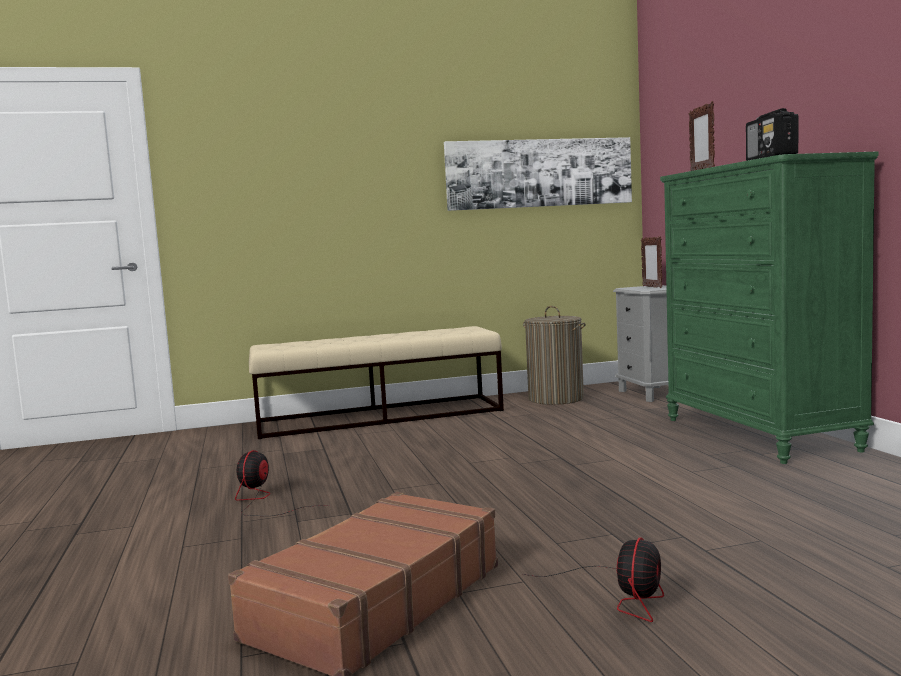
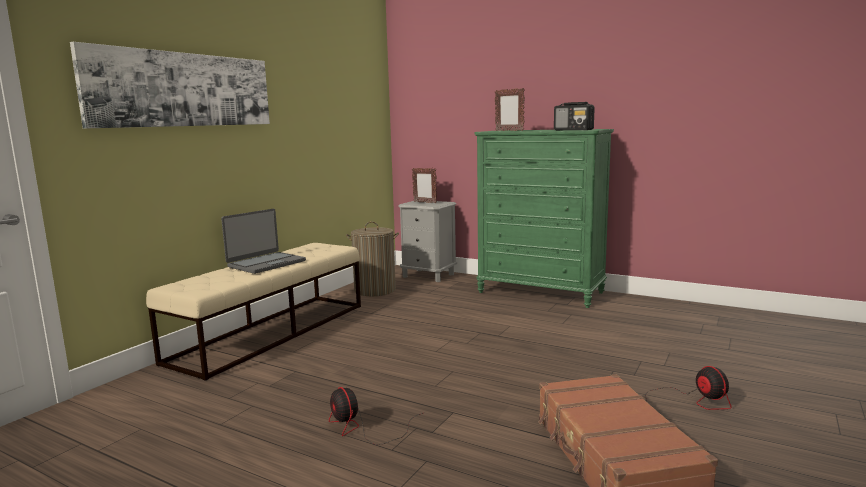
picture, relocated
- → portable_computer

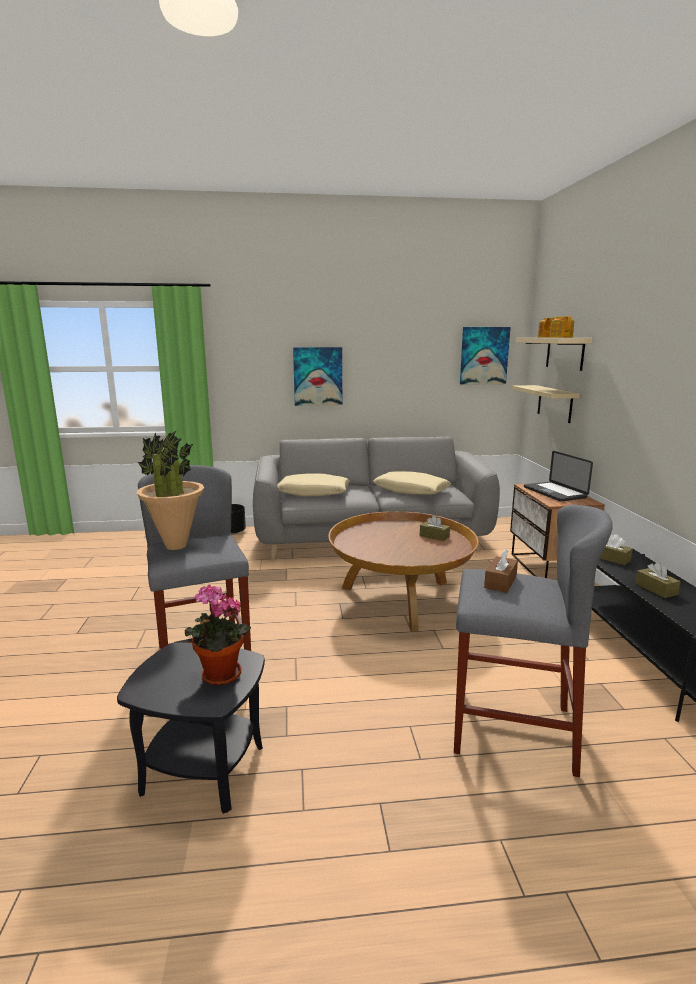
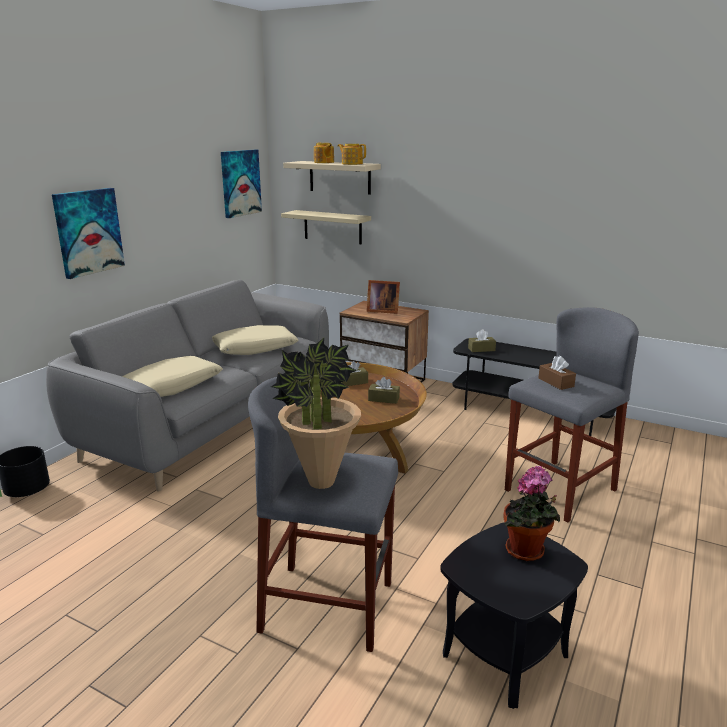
portable_computer → standing_frame
brown-coloured_tissue_holder (no. 4 from left in the first image) → brown-coloured_tissue_holder (no. 2 from left), relocated

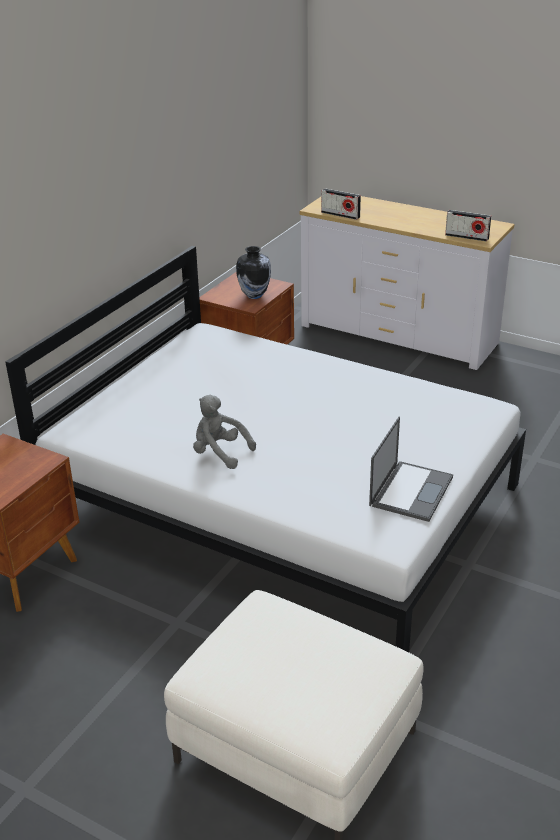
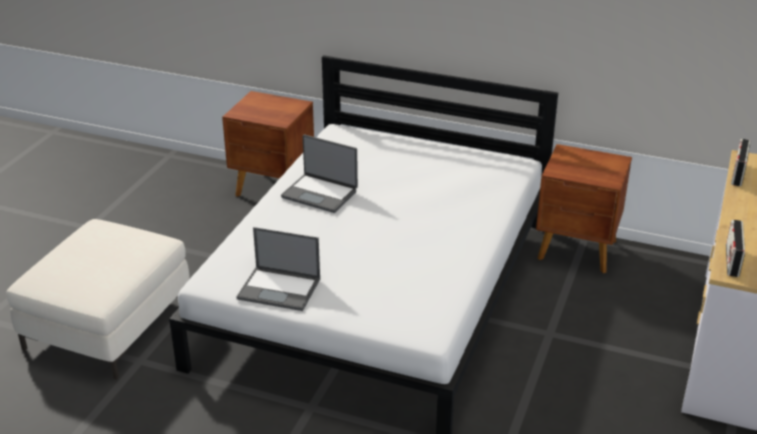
decorative_vase → -
greyish_soft_toy → portable_computer (no. 2 from left)

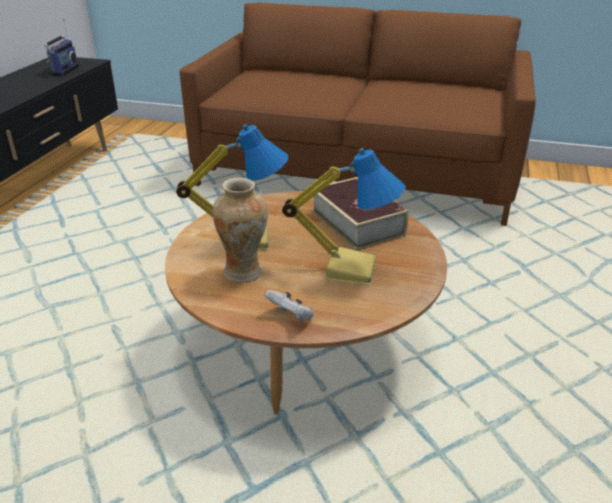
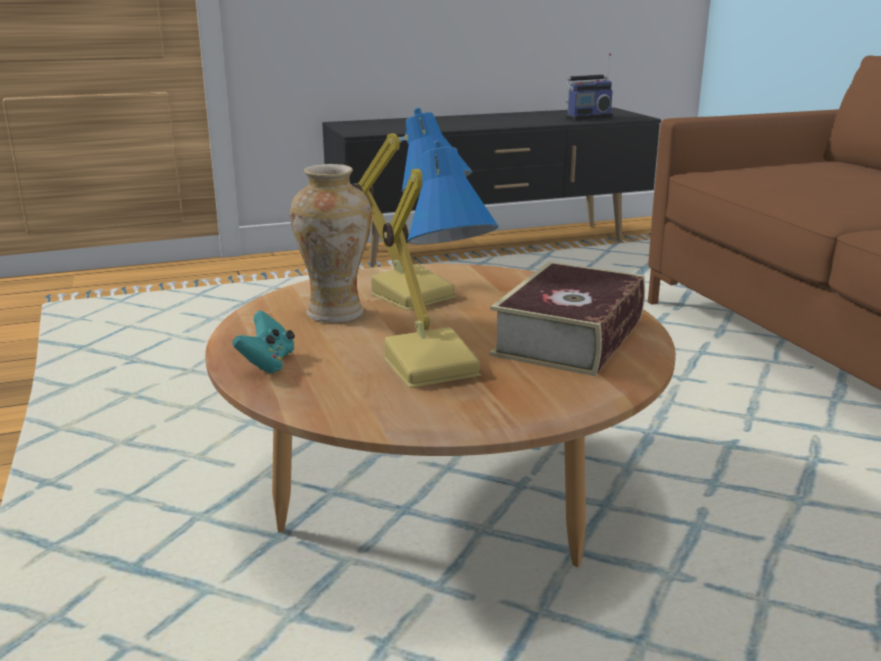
whitish_game_controller → turquoise-coloured_game_controller

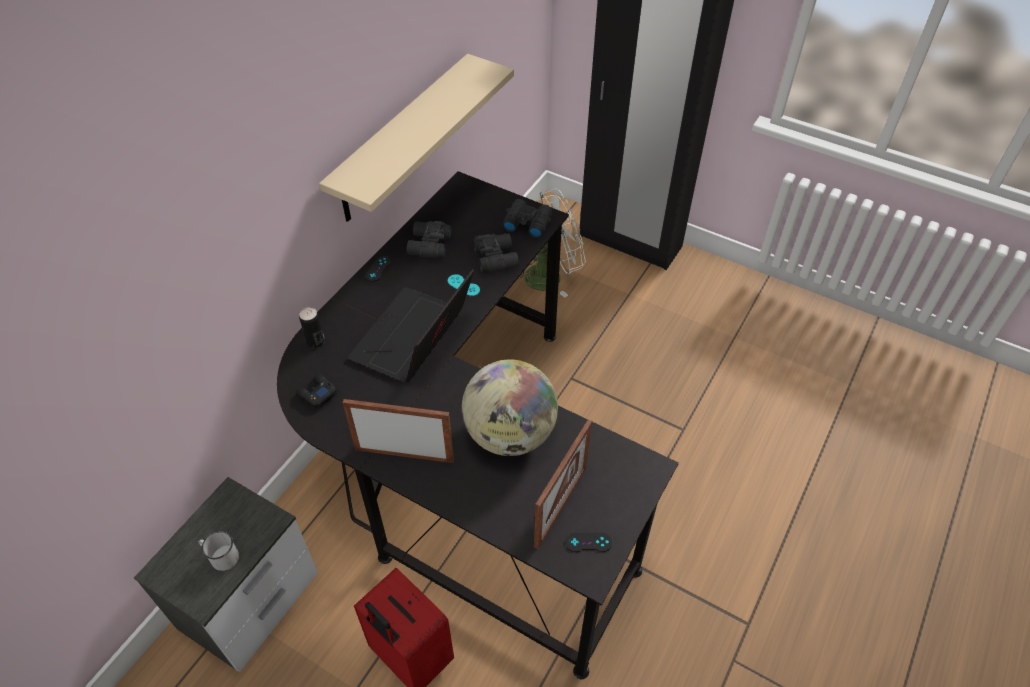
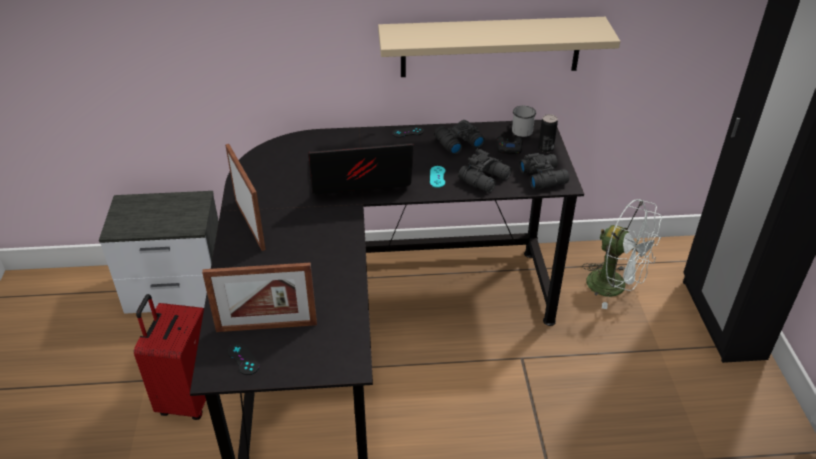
can, relocated
desk_globe → -
black_game_controller (no. 1 from left in the first image) → black_game_controller (no. 3 from left), relocated
whitish_tea_mug, relocated

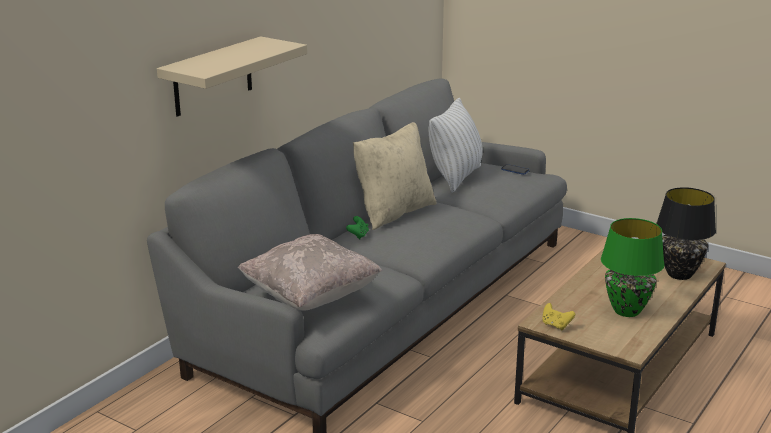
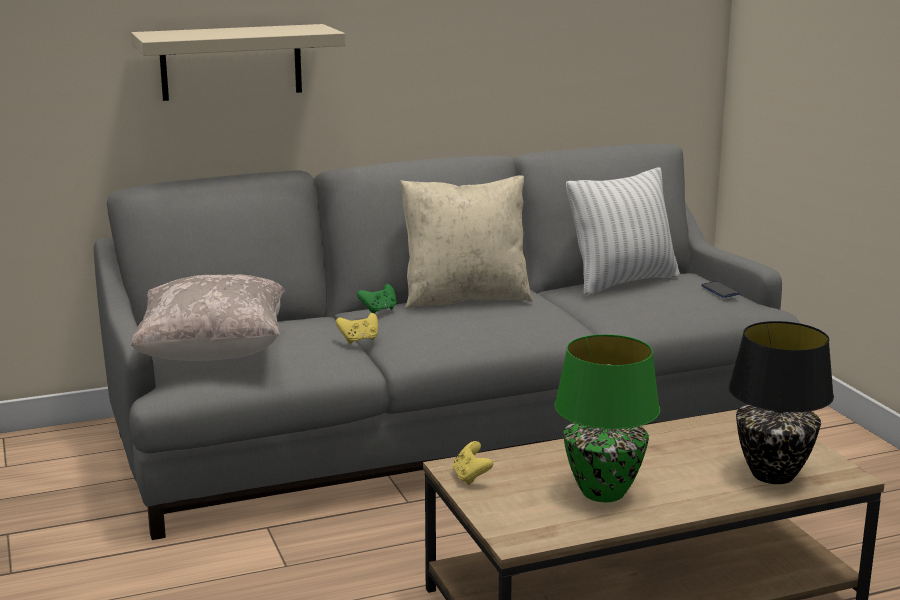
- → yellow_game_controller (no. 1 from left)

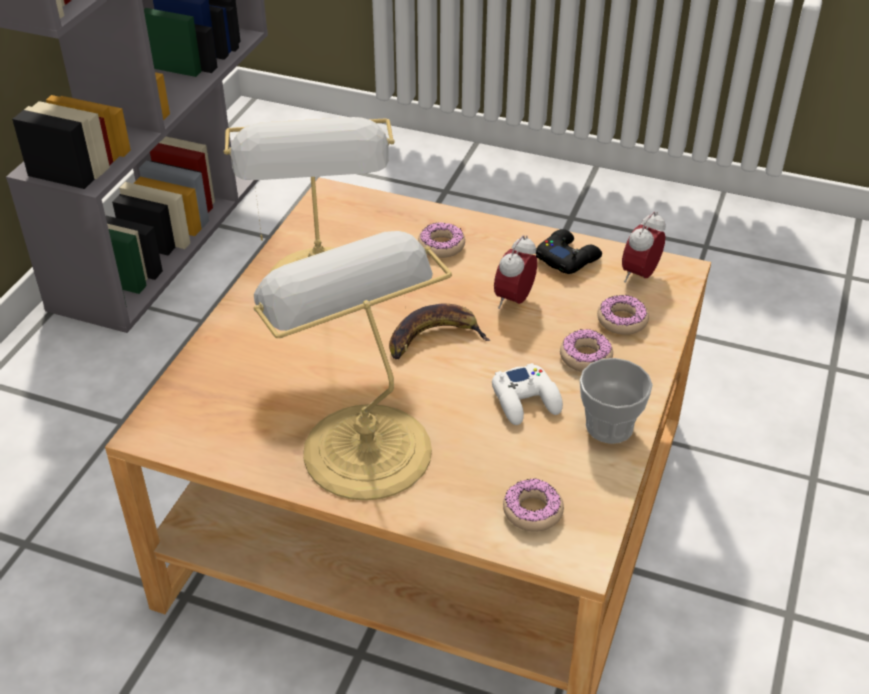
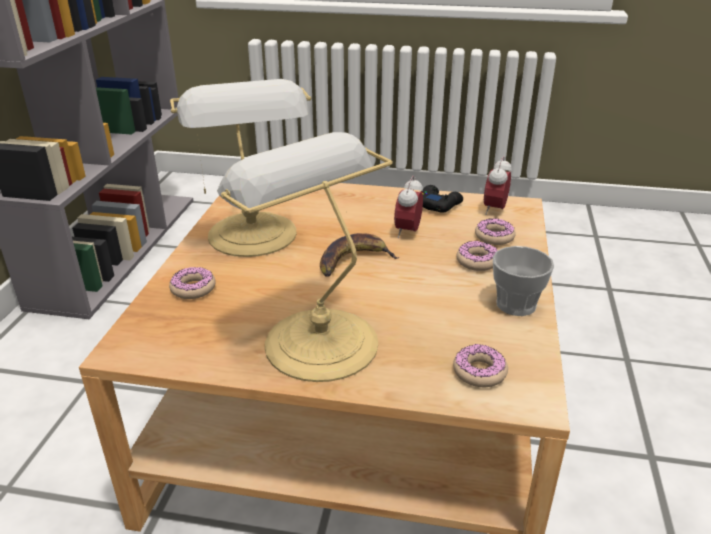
doughnut (no. 1 from left), relocated
whitish_game_controller → -

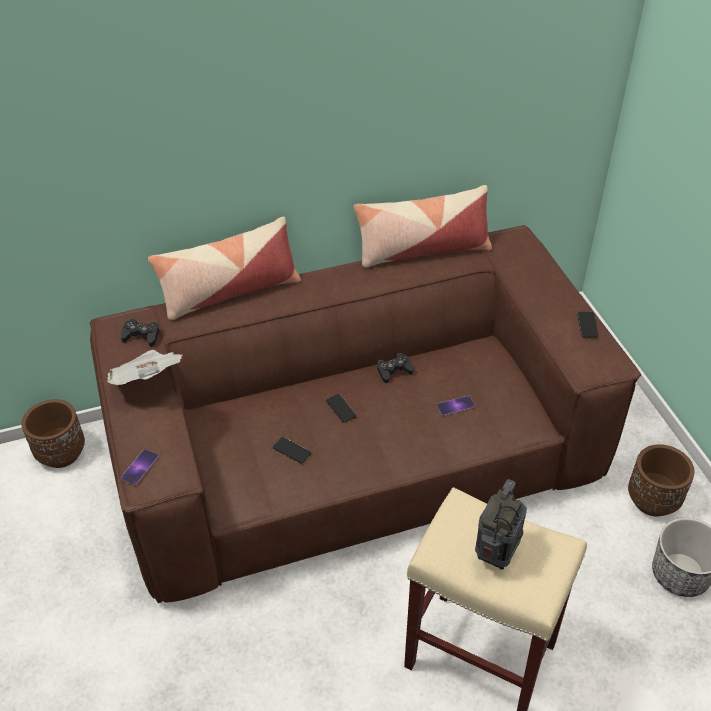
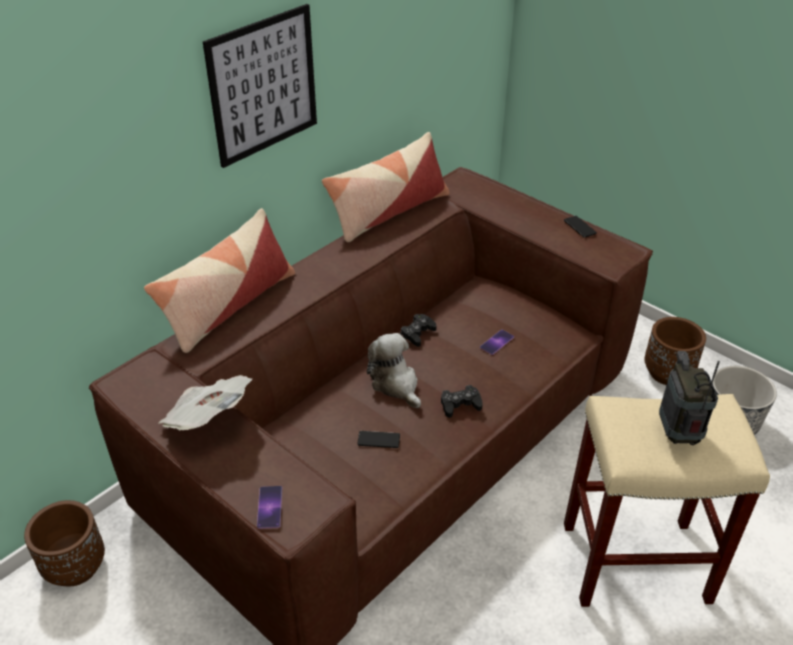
black_game_controller (no. 1 from left in the first image) → black_game_controller (no. 2 from left), relocated
handset (no. 3 from left) → soft_toy
- → picture

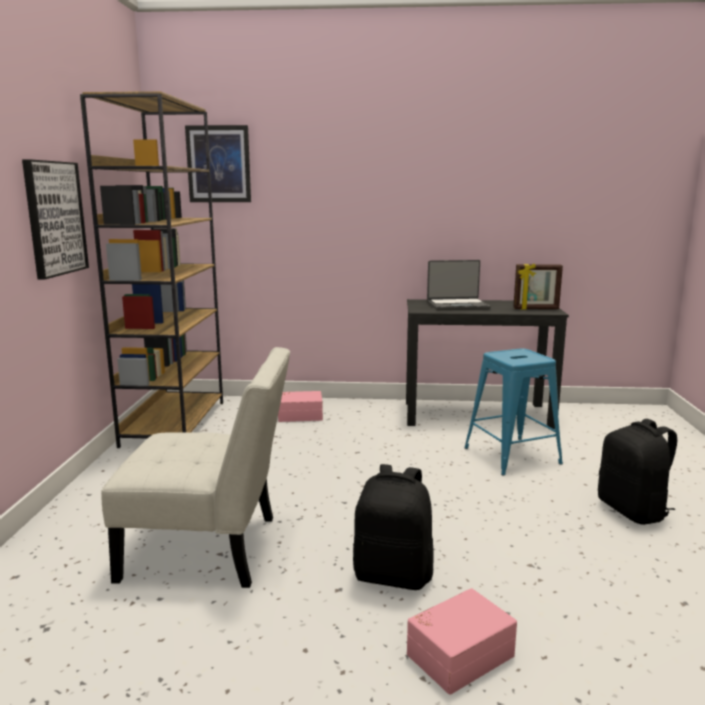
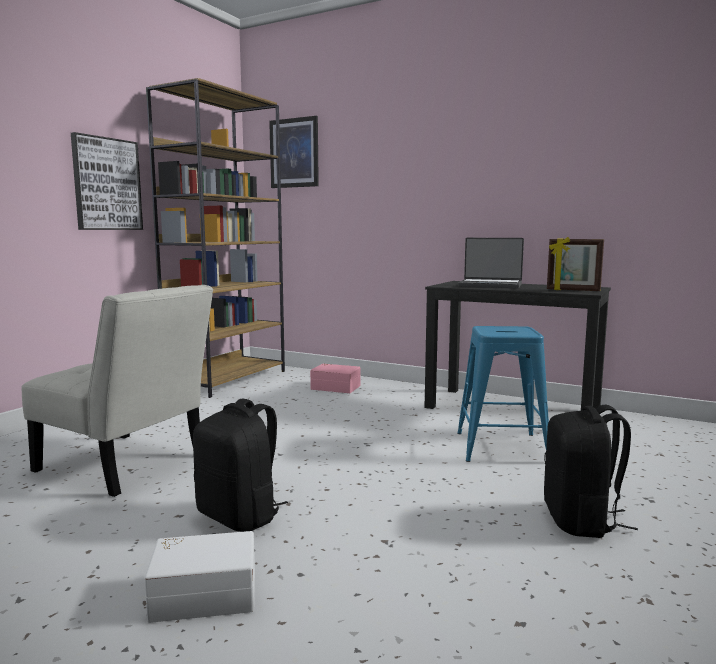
pink-coloured_storage_box (no. 2 from left) → whitish_storage_box

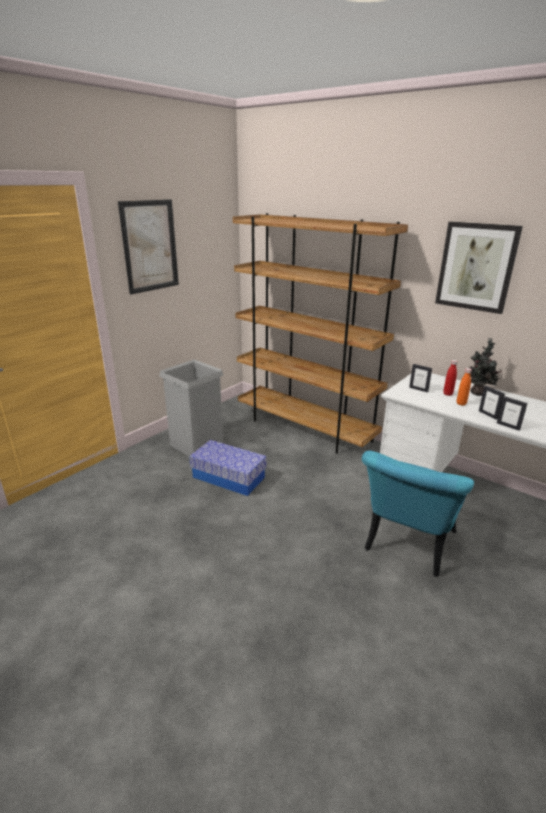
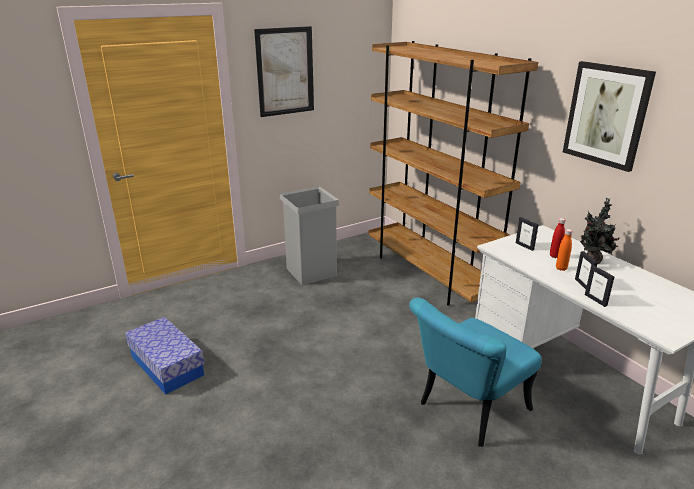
storage_box, relocated

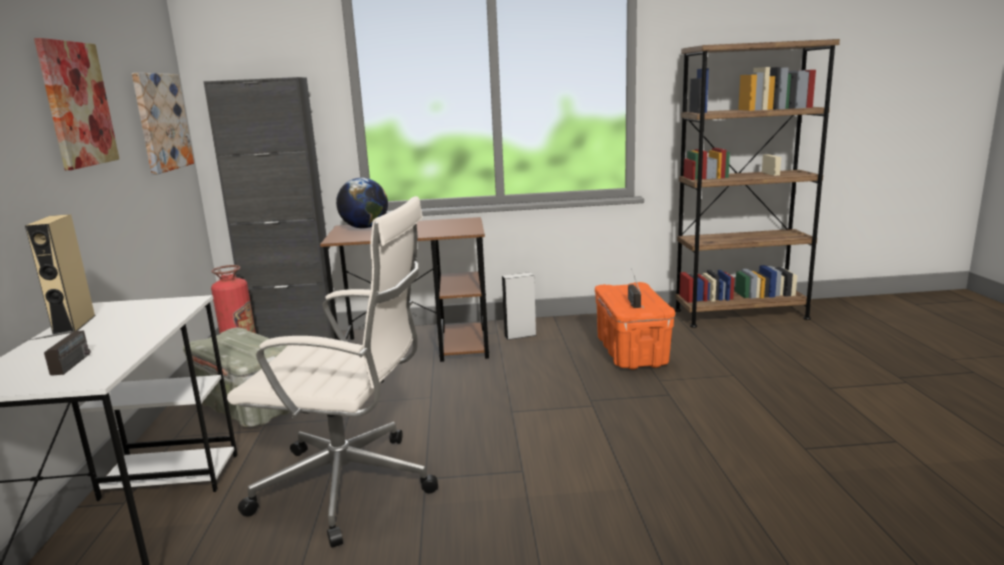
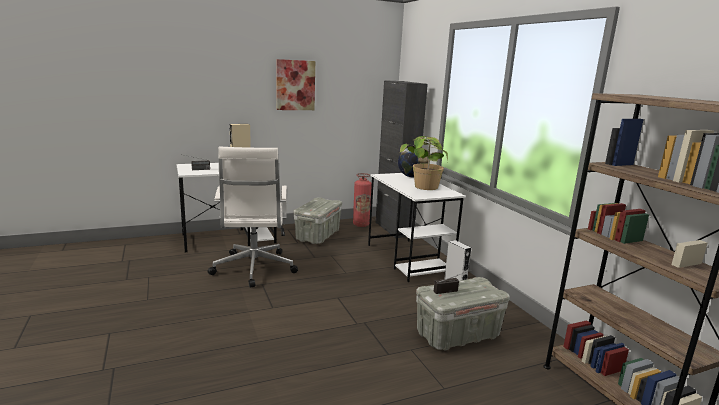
picture (no. 2 from left) → -
brown-coloured_desk_table → whitish_desk_table (no. 2 from left)
orange_storage_box → greyish_storage_box (no. 2 from left)
- → houseplant

